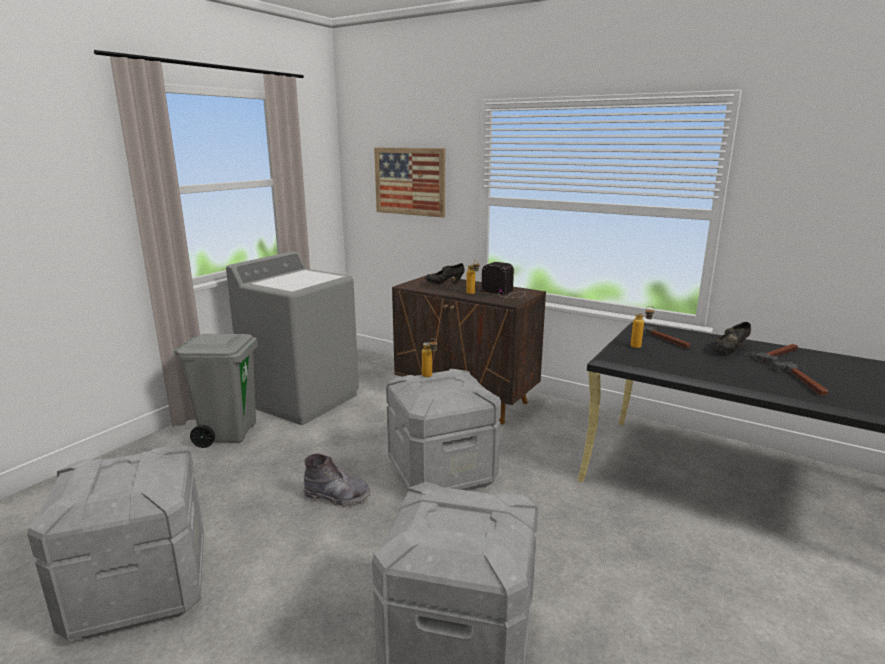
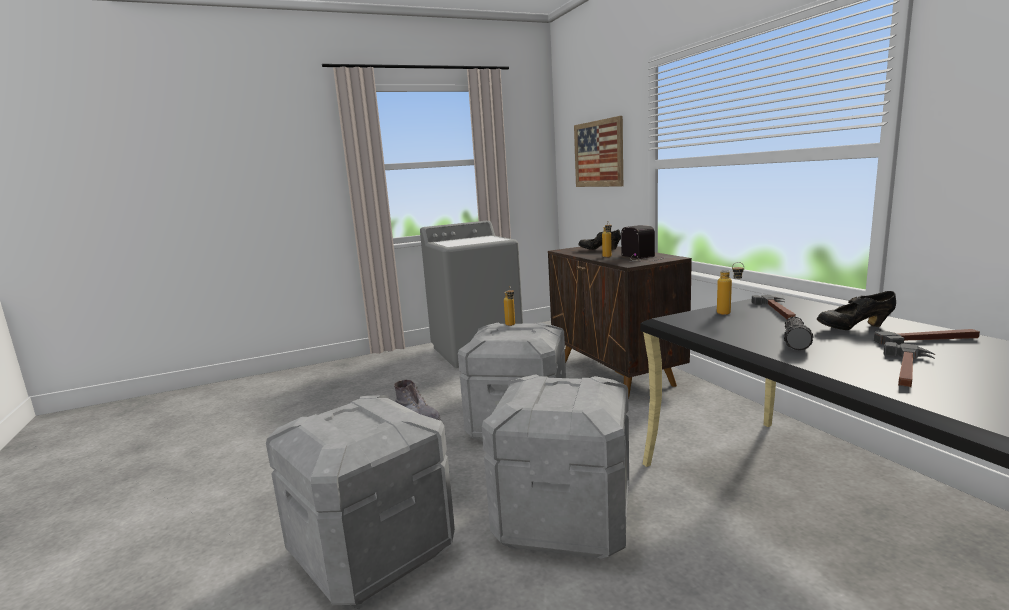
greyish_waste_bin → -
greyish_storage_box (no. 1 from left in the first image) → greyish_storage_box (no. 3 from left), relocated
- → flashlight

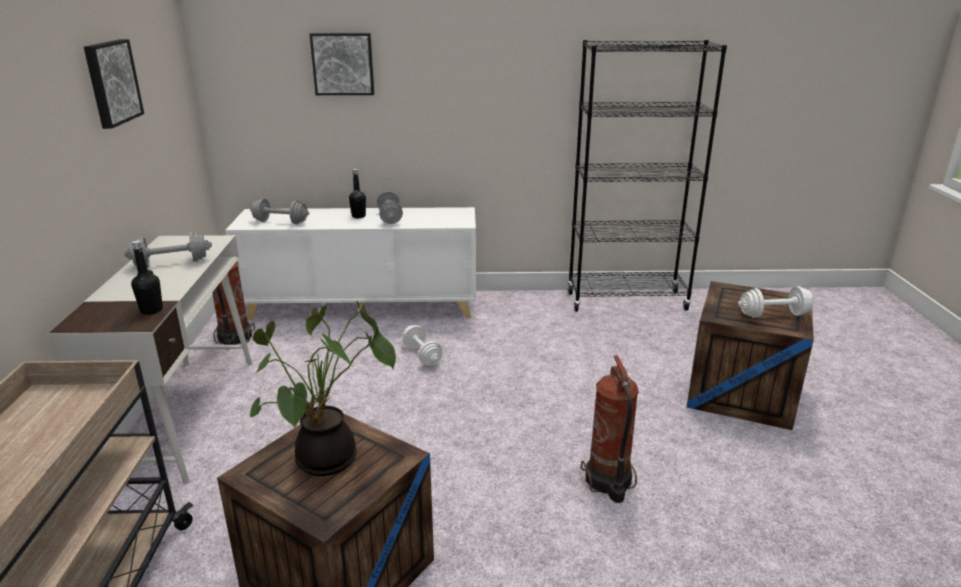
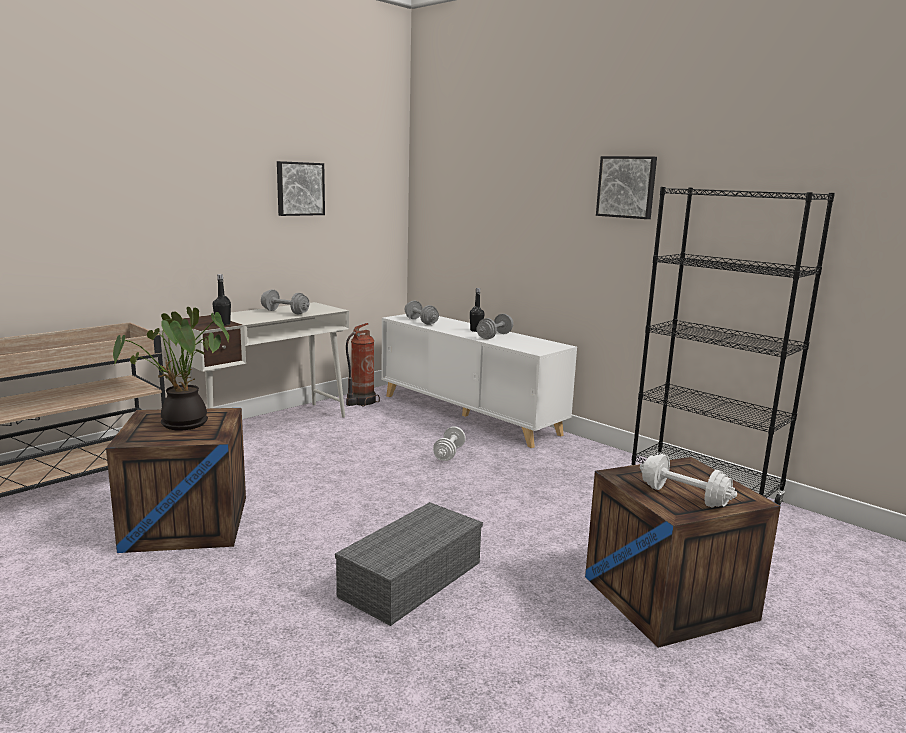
picture (no. 2 from left), relocated
fire-fighting_cylinder (no. 2 from left) → greyish_storage_box

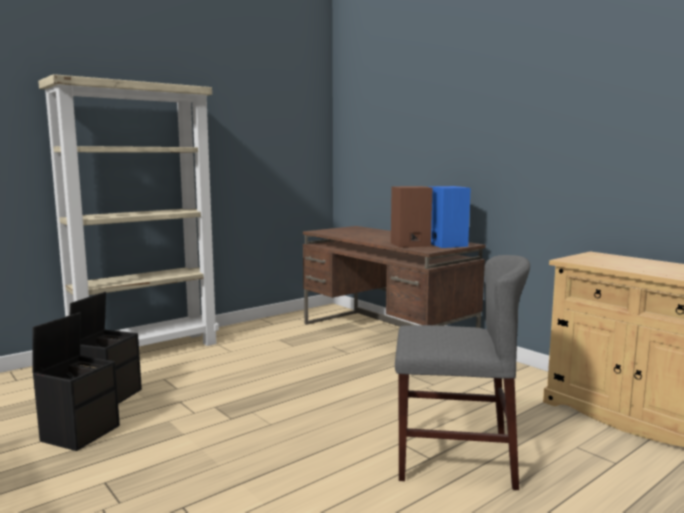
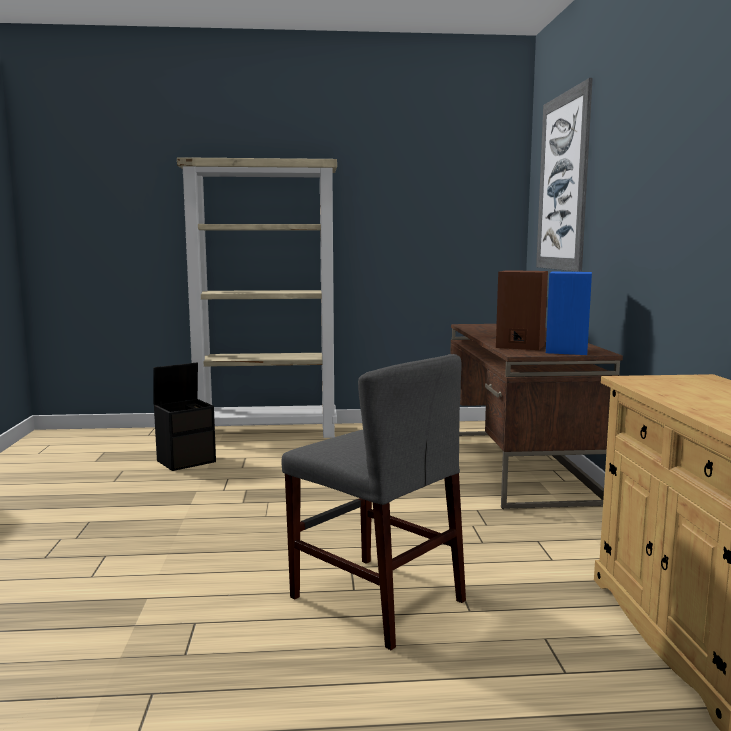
black_storage_box (no. 1 from left) → -
- → picture

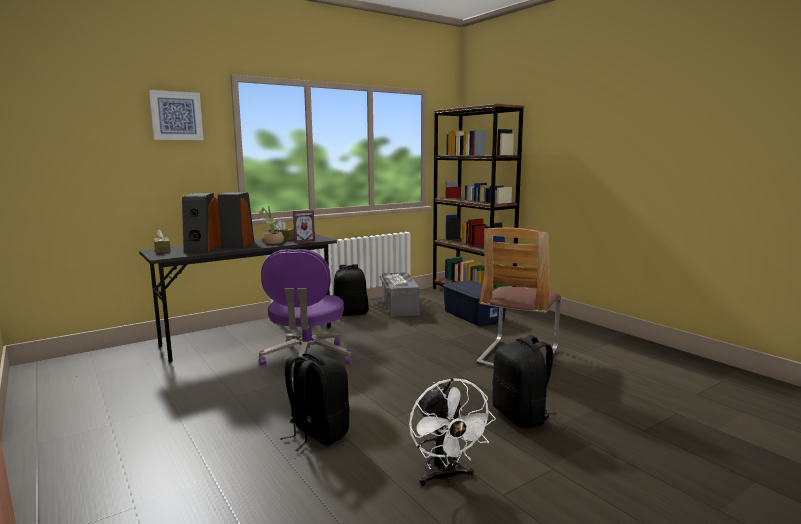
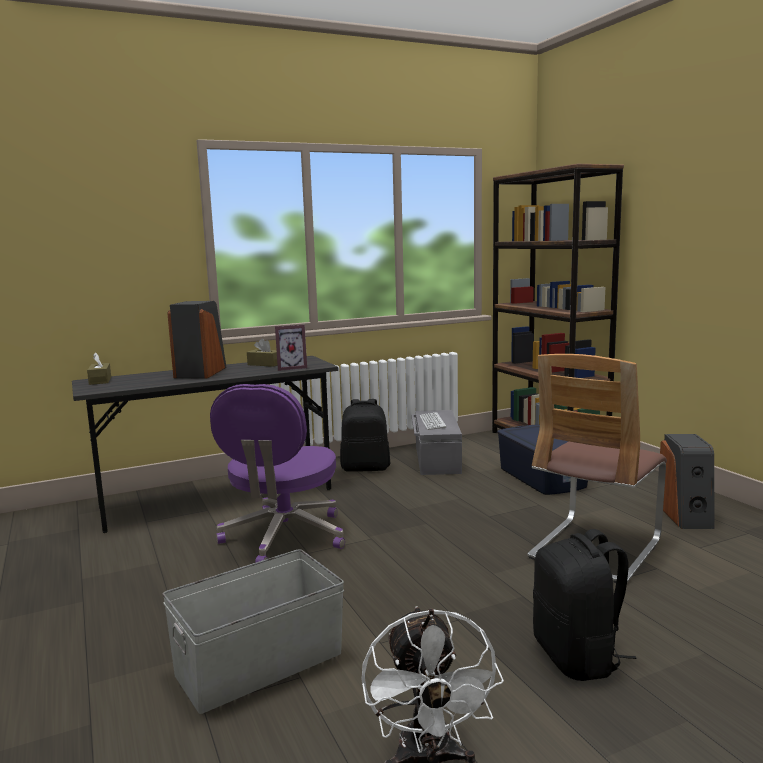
picture → -
speaker (no. 1 from left in the first image) → speaker (no. 2 from left), relocated
houseplant → -
black_rucksack (no. 1 from left) → greyish_storage_box (no. 1 from left)

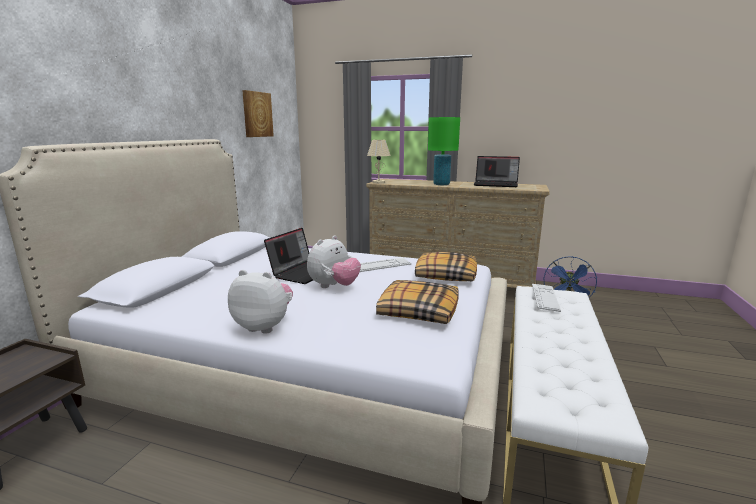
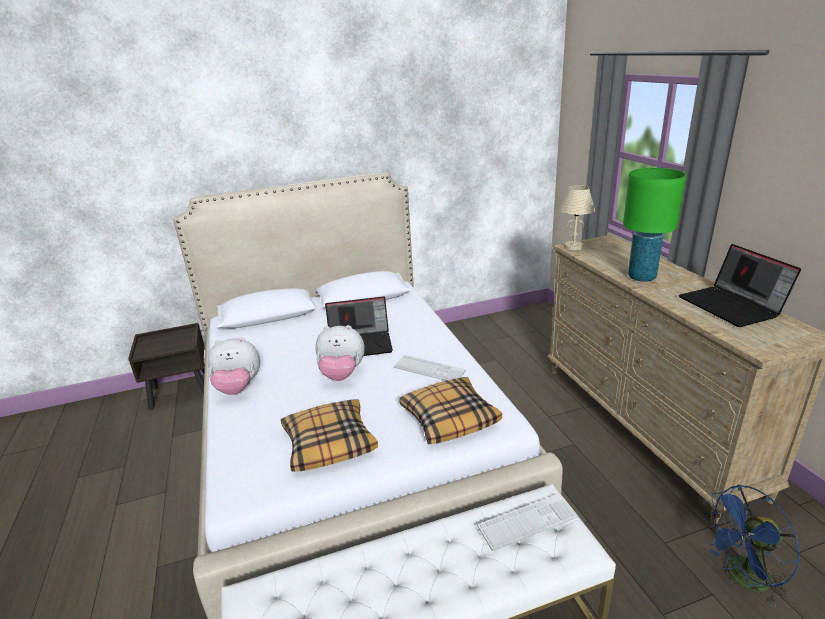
picture → -
soft_toy (no. 1 from left), 105 degrees clockwise

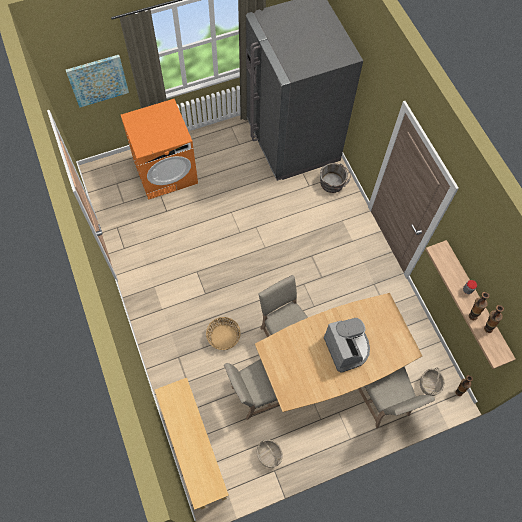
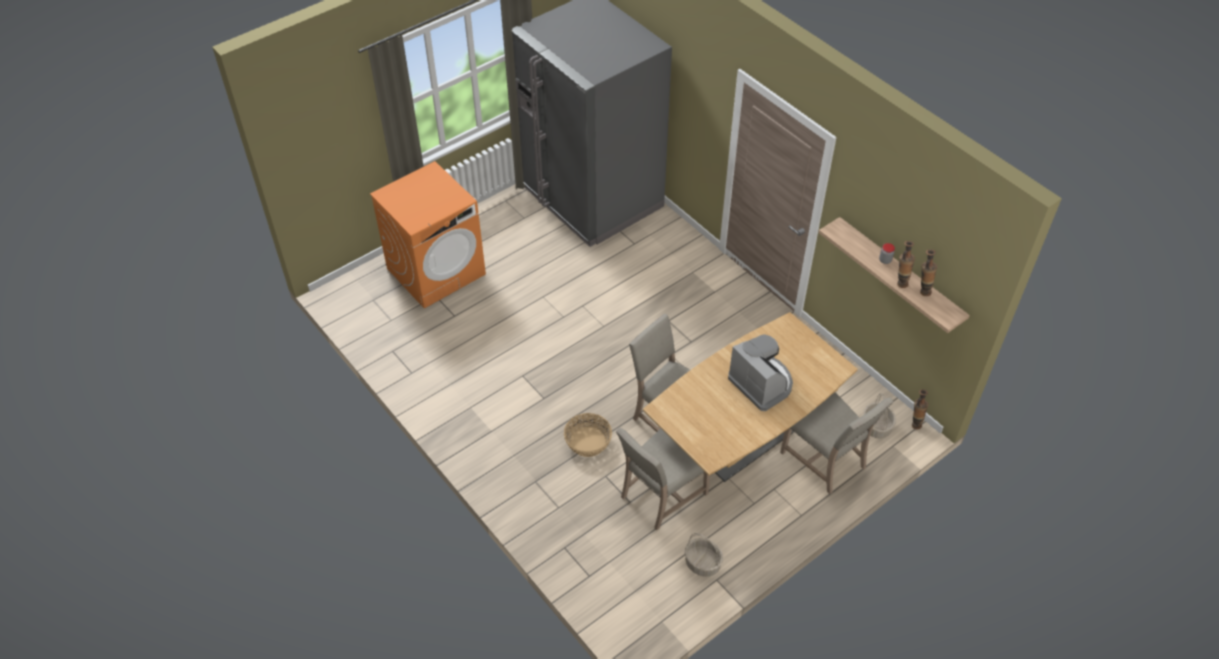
picture → -
greyish_pail → -
sand-coloured_console_table → -

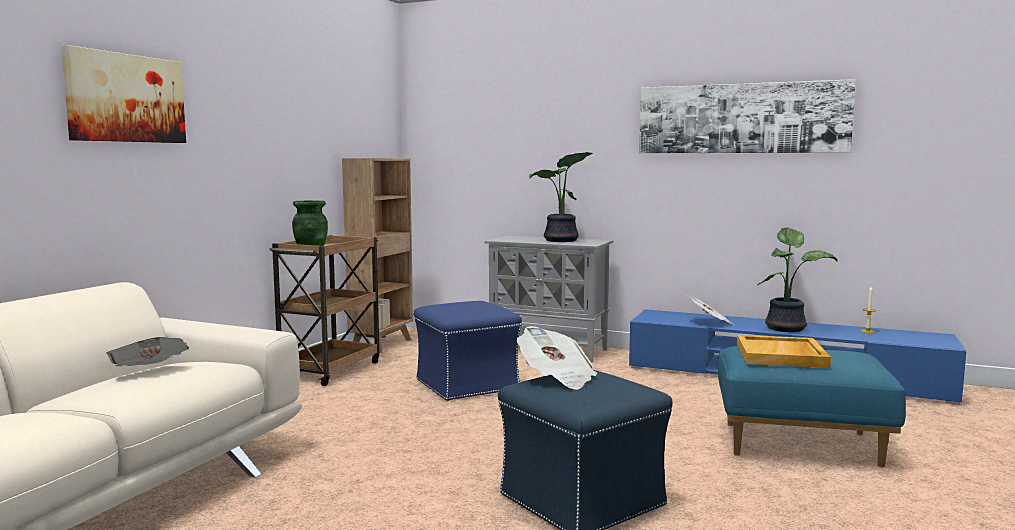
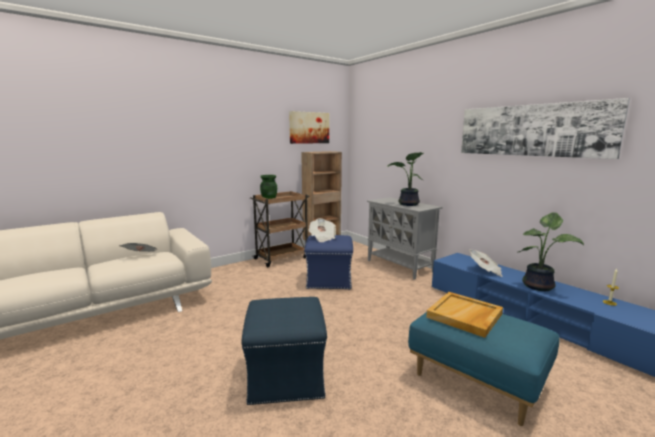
picture (no. 1 from left), relocated
printed_paper (no. 2 from left), relocated

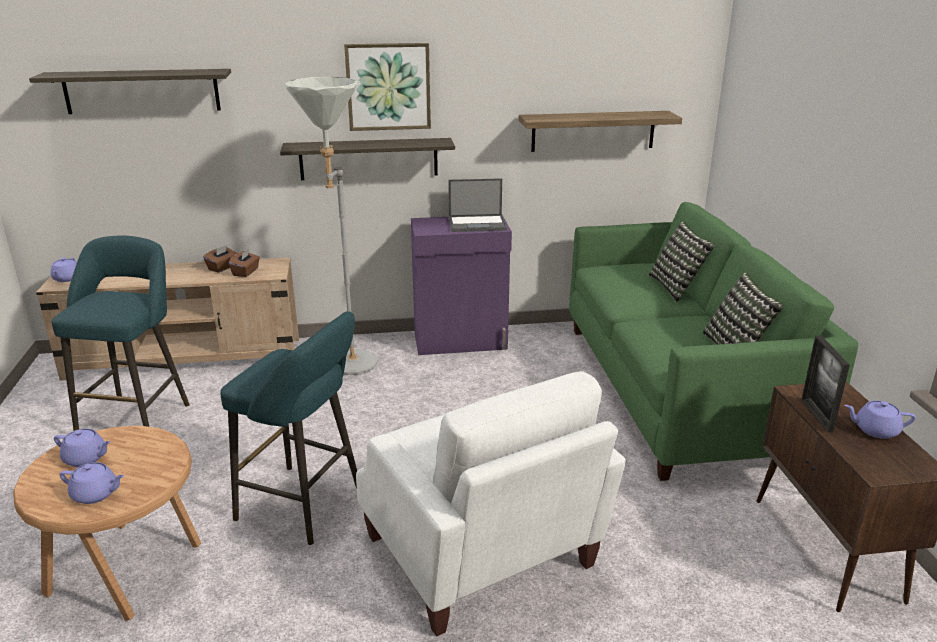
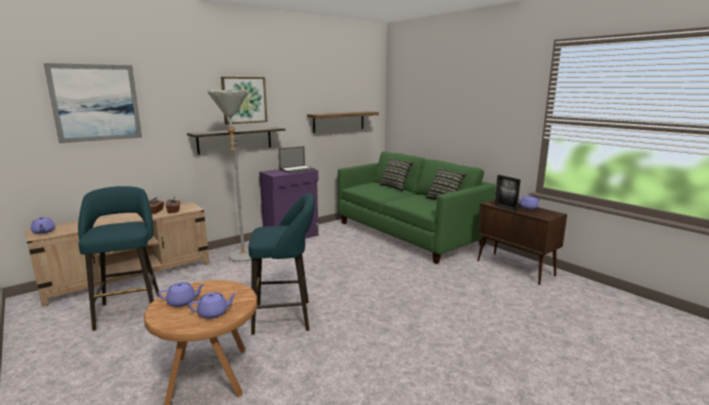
wall_shelf (no. 1 from left) → picture (no. 1 from left)
whitish_easy_chair → -

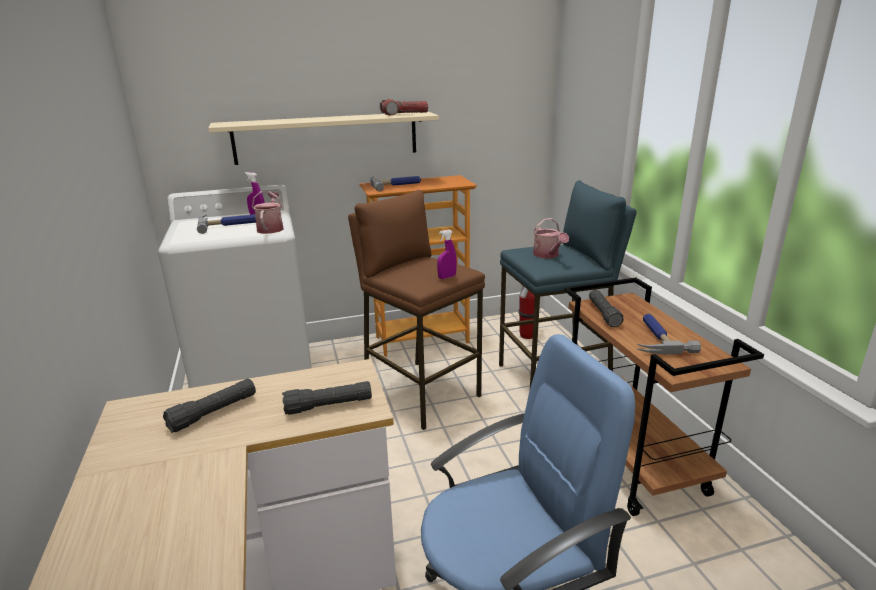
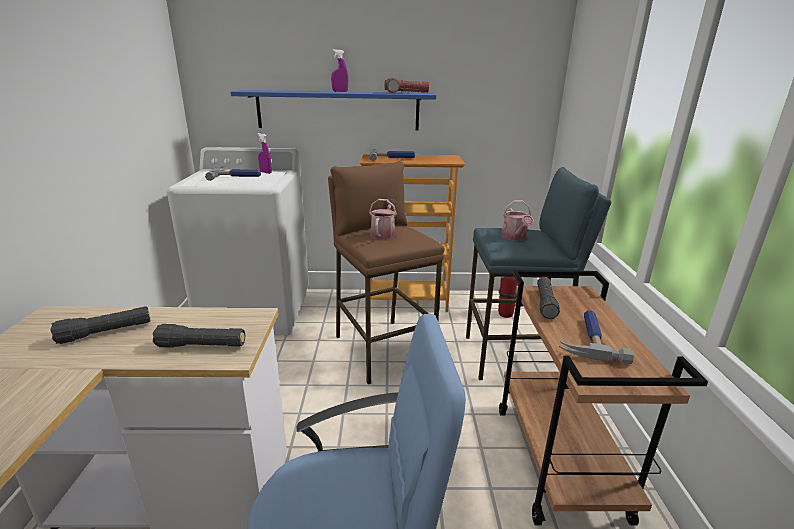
sand-coloured_wall_shelf → blue-coloured_wall_shelf
sprinkling_can (no. 1 from left), relocated
purple-coloured_spray_bottle (no. 2 from left), relocated

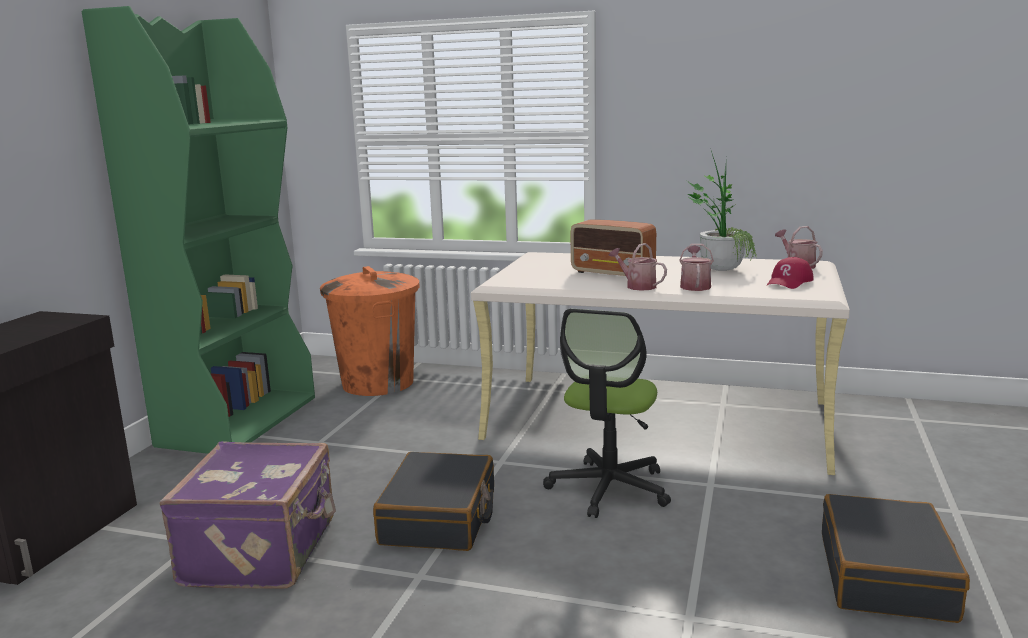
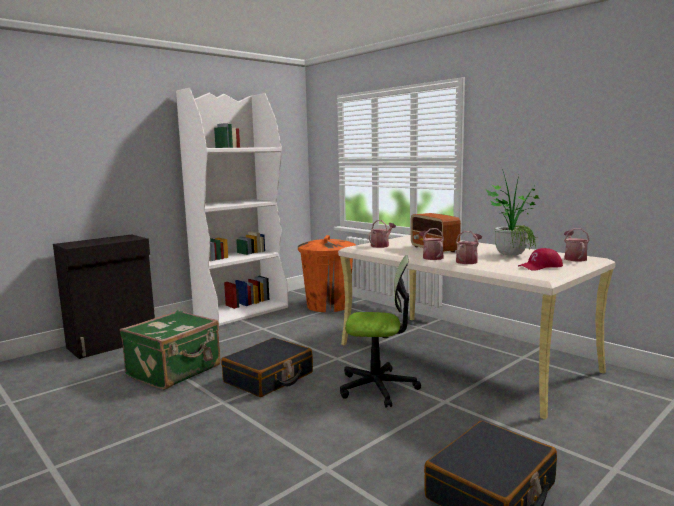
green_shelving_unit → whitish_shelving_unit
computer_chair, 135 degrees counterclockwise
purple-coloured_suitcase → green_suitcase
- → sprinkling_can (no. 1 from left)

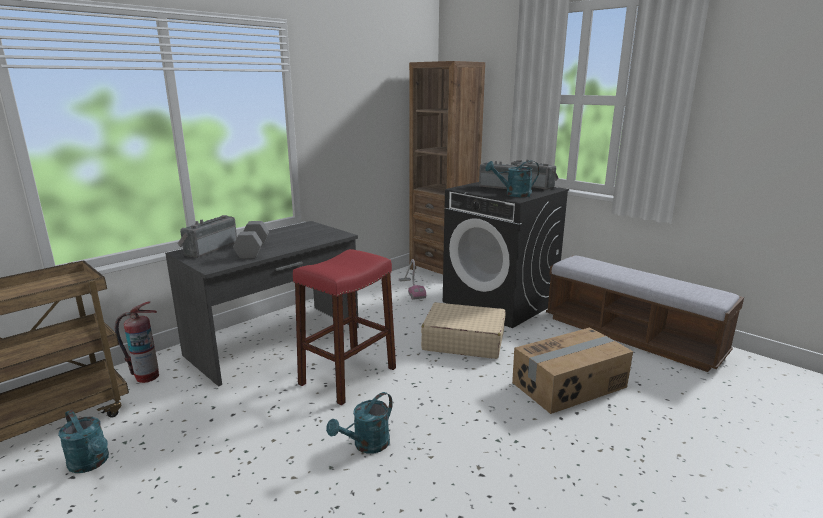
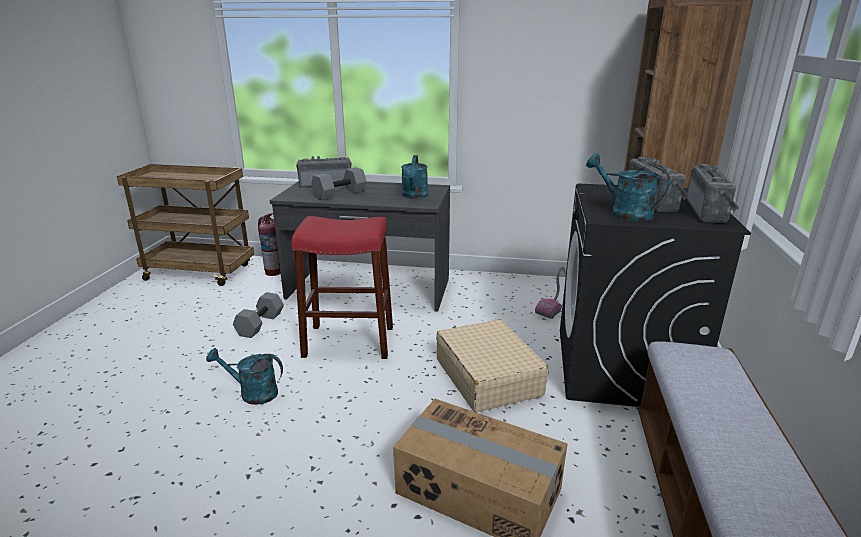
turquoise-coloured_sprinkling_can (no. 1 from left in the first image) → turquoise-coloured_sprinkling_can (no. 2 from left), relocated
- → greyish_dumbbell (no. 1 from left)

